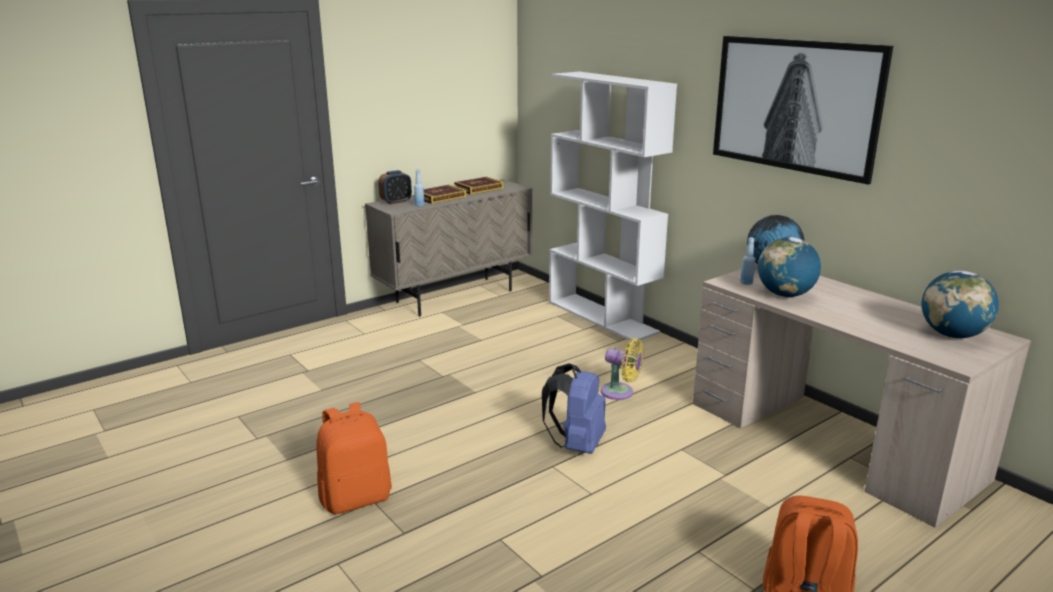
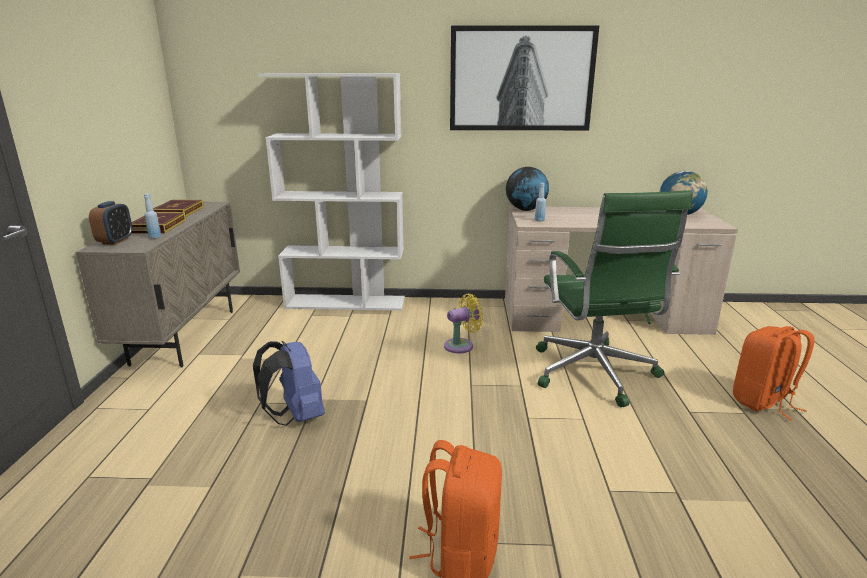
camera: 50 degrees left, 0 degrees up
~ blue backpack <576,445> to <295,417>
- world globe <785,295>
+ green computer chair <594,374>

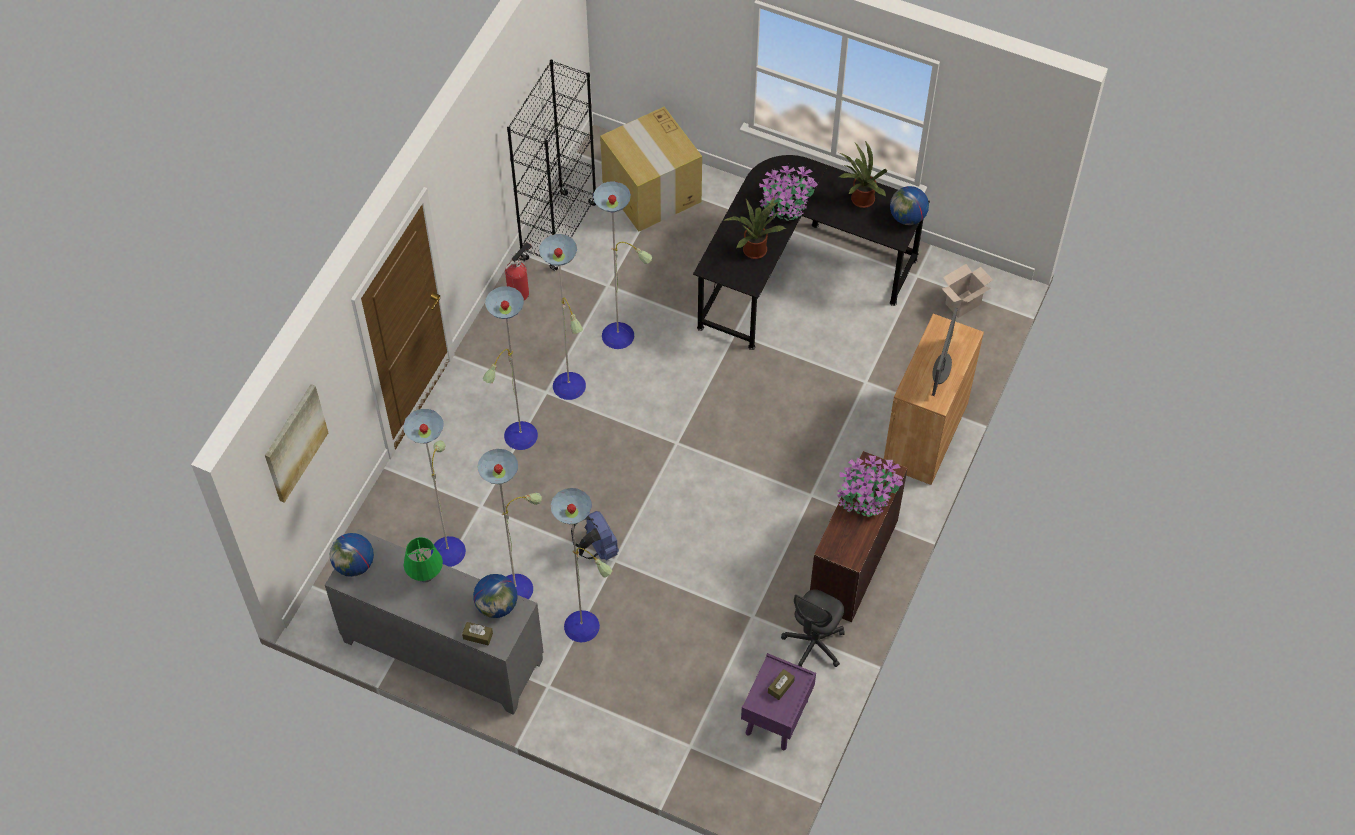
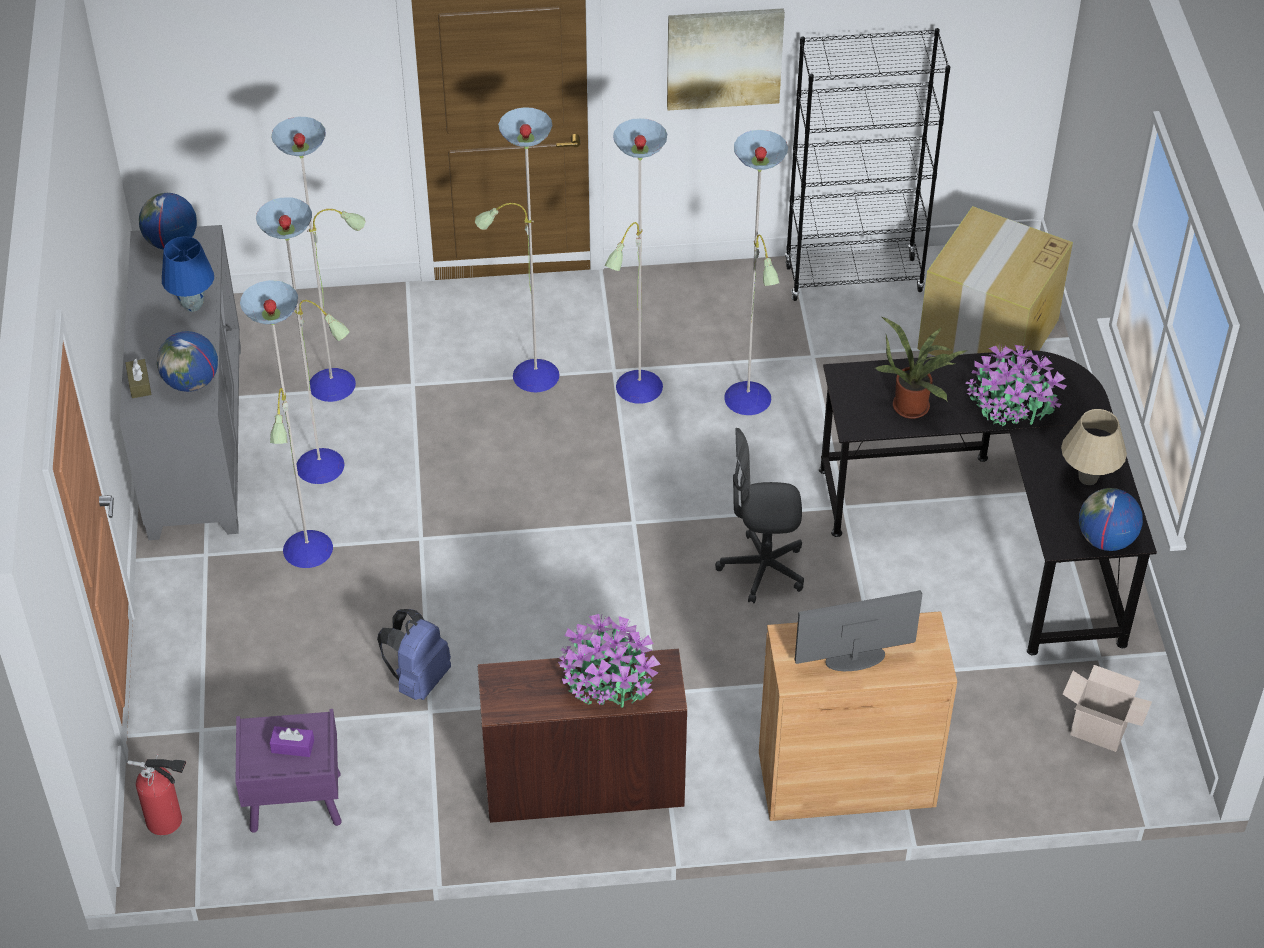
camera: 60 degrees right, 10 degrees down
~ picture <294,442> to <724,57>
~ green lamp for a table <426,576> to blue lamp for a table <193,306>
~ fire extinguisher <520,292> to <168,821>
~ blue backpack <597,548> to <418,679>
~ brownish tissue box <781,687> to purple tissue box <292,746>
~ greyish computer chair <814,644> to <762,569>
~ houseplant <860,200> to beige lamp for a table <1088,478>

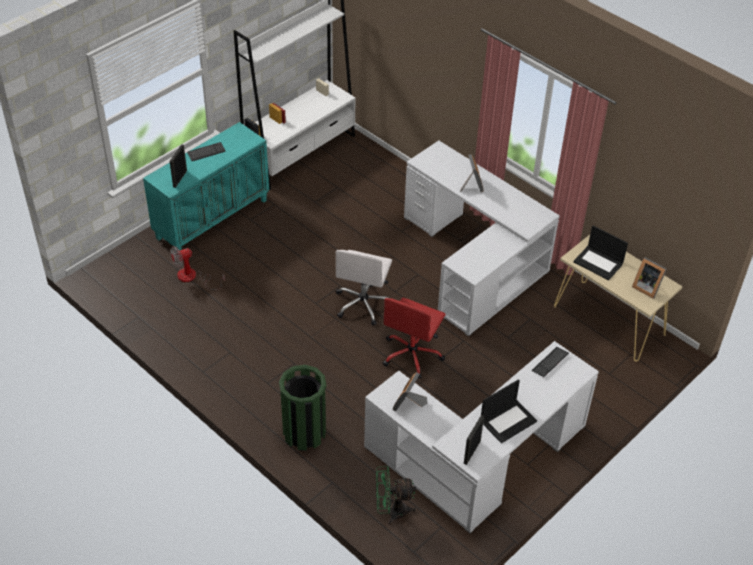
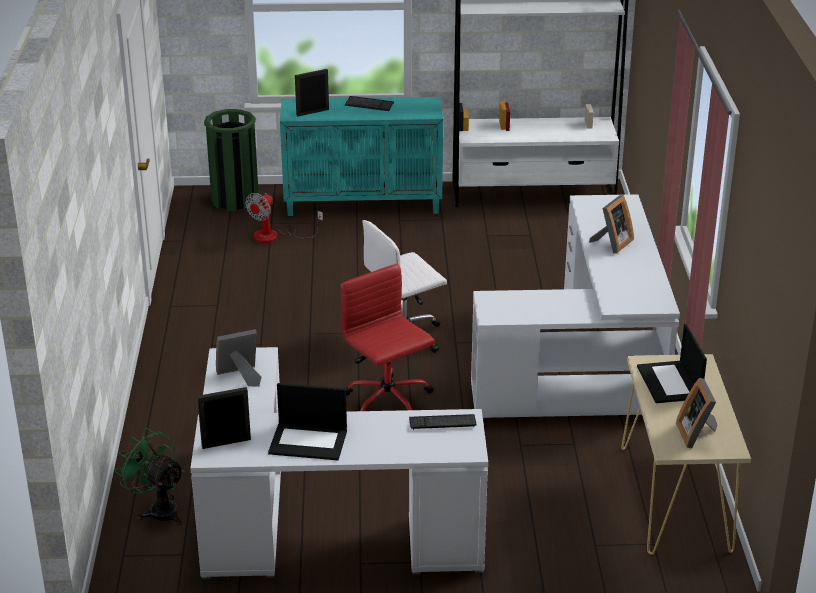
camera: 45 degrees right, 15 degrees down
~ electric fan <193,277> = <275,236> 75 degrees counterclockwise
~ green rubbish bin <304,433> to <235,200>
~ reddish computer chair <412,355> = <388,401> 75 degrees clockwise

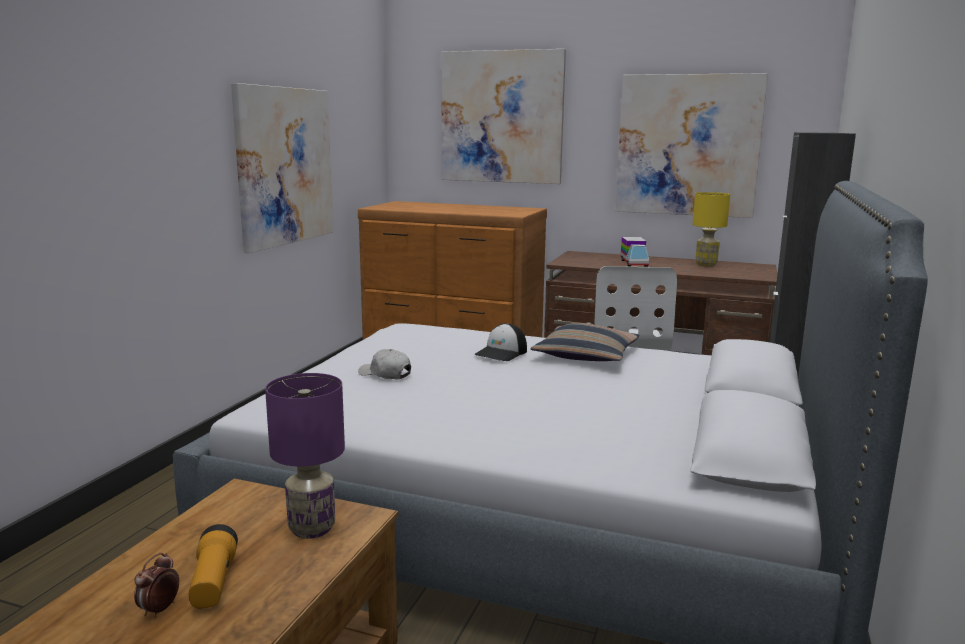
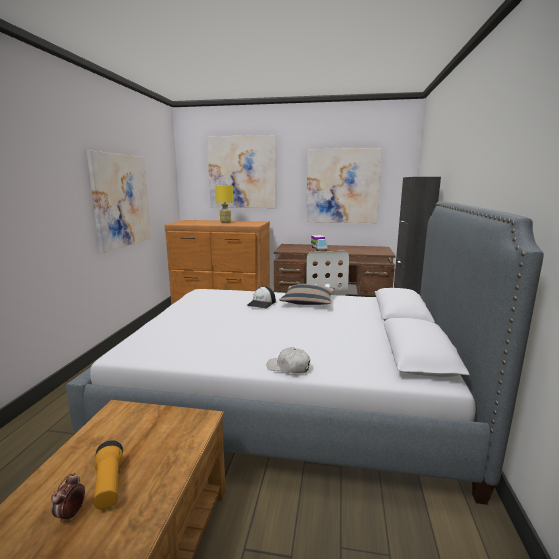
camera: 10 degrees left, 0 degrees up
- purple lamp for a table <312,528>
~ white cap <385,374> to <288,367>
~ yellowish lamp for a table <705,265> to <225,222>

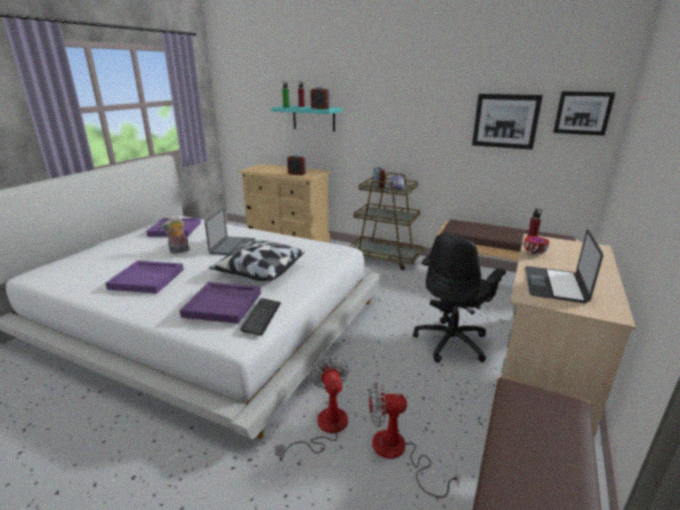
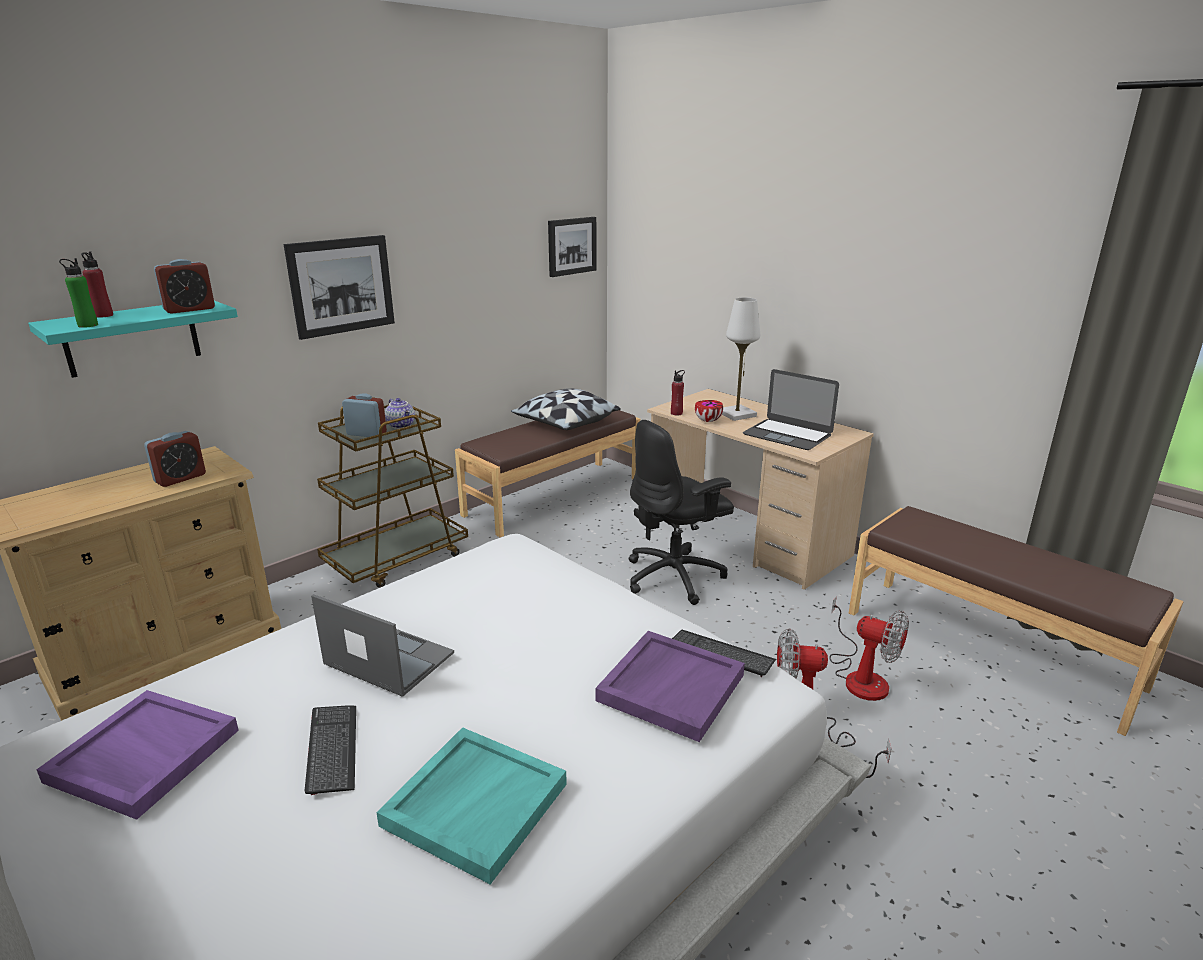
camera: 70 degrees left, 0 degrees up
~ purple carrying tray <148,279> to turquoise carrying tray <475,803>
~ cuddly toy <179,251> to PC keyboard <332,749>
~ throw pillow <259,271> to <565,424>
~ electric fan <398,453> = <860,676> 75 degrees counterclockwise
~ blackish computer chair <452,342> = <675,577> 90 degrees clockwise
~ picture <505,121> to <341,286>
+ white lamp for a table <737,414>

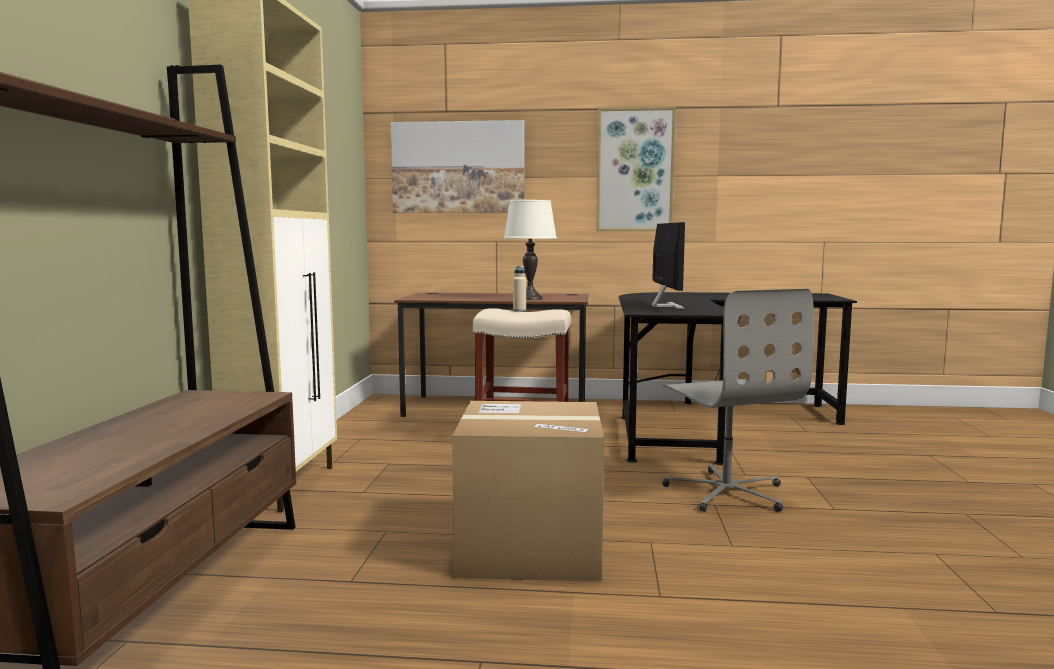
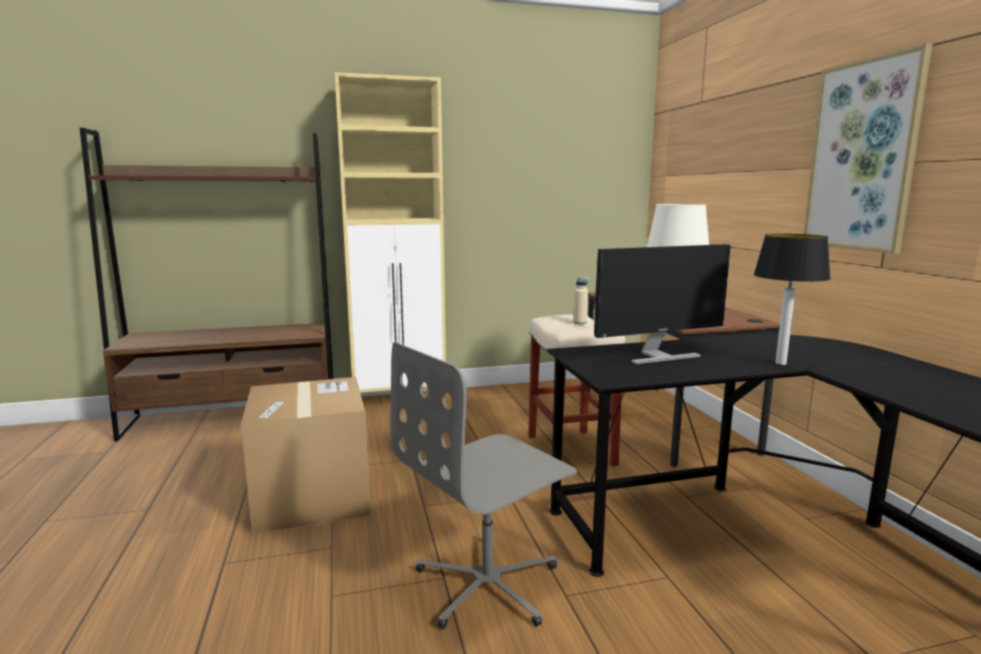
camera: 70 degrees right, 5 degrees up
- picture <458,167>
+ lamp for a table <780,363>

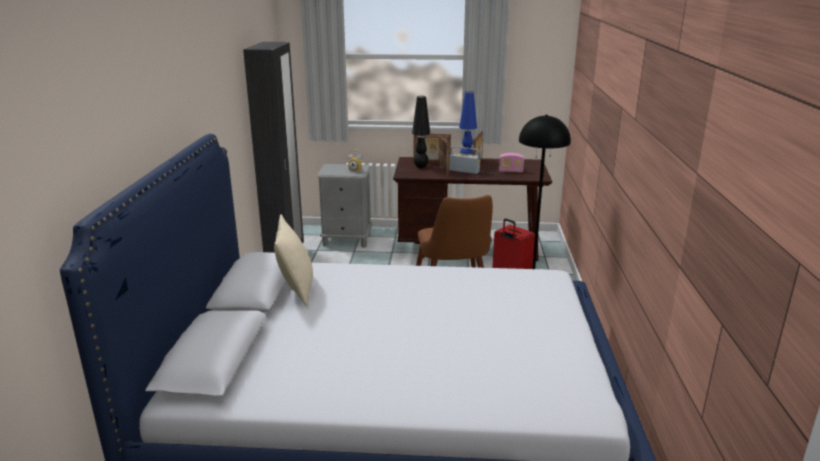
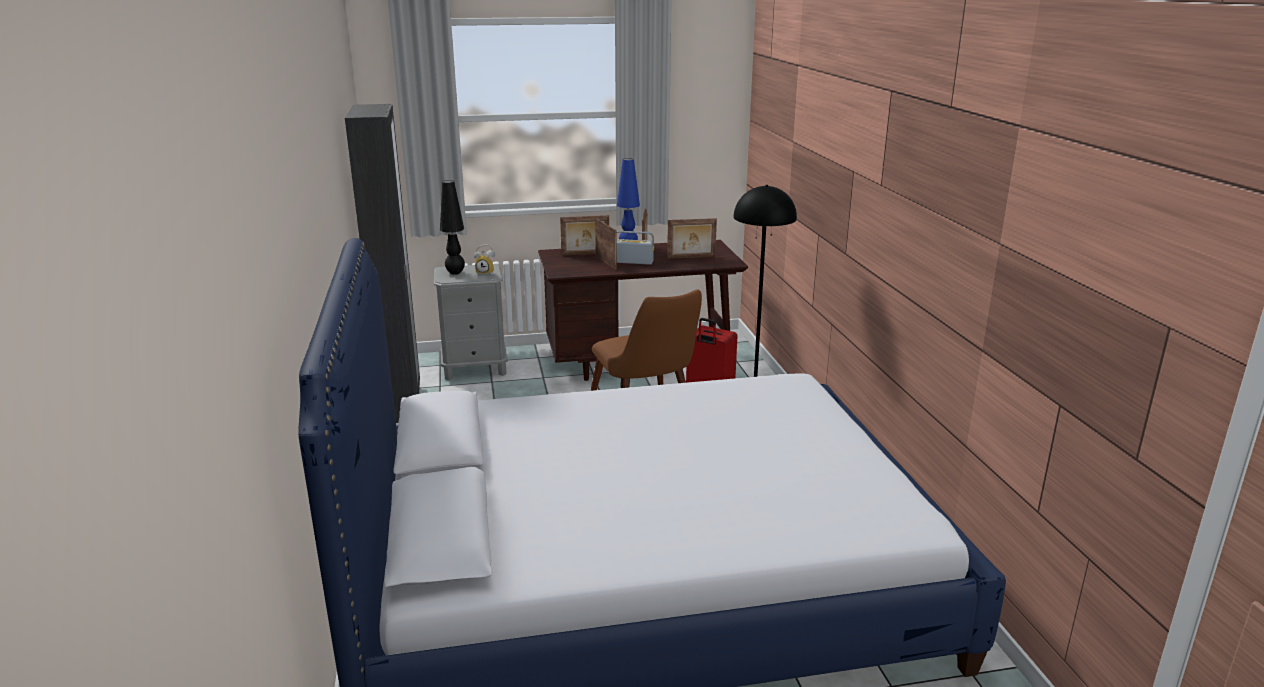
camera: 15 degrees left, 0 degrees up
- beige throw pillow <296,289>
~ blackish lamp for a table <420,167> to <455,273>
~ radio set <511,171> to standing frame <691,257>

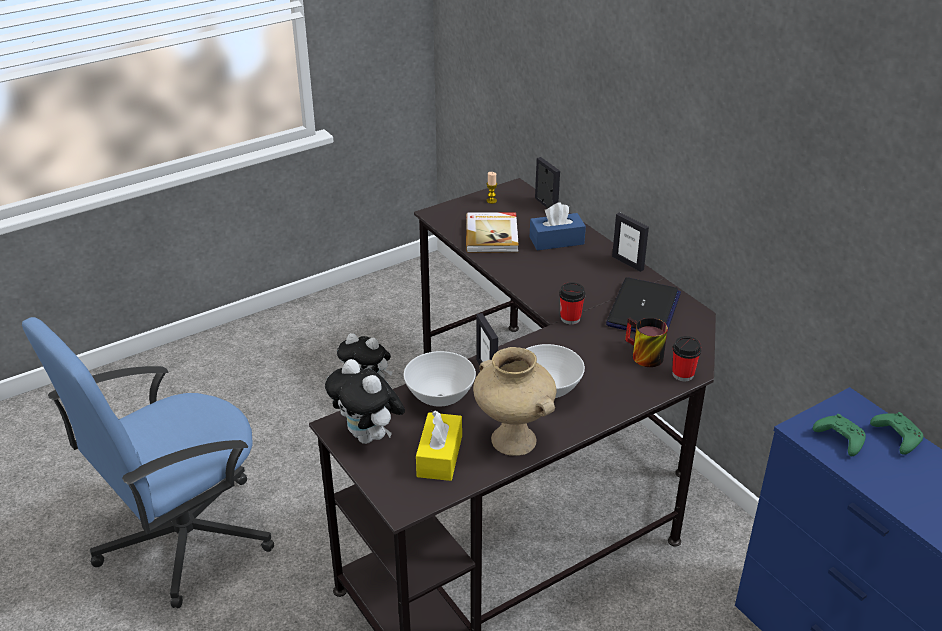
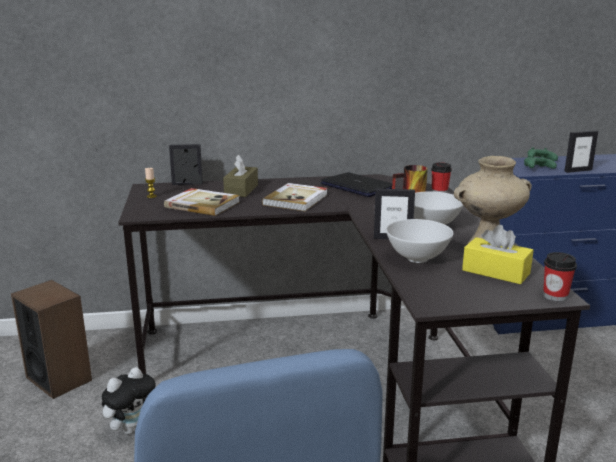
camera: 65 degrees left, 15 degrees down
- cuddly toy <369,437>
~ blue tissue box <556,240> to brownish tissue box <241,190>
~ drinking cup <570,318> to <555,296>
~ standing frame <628,263> to <578,170>
+ speaker <59,378>
+ book <296,199>

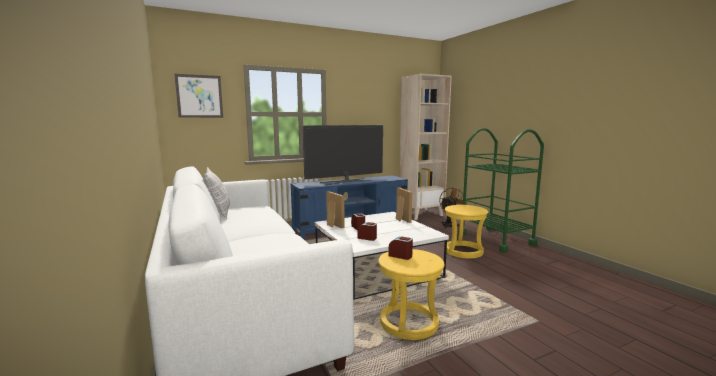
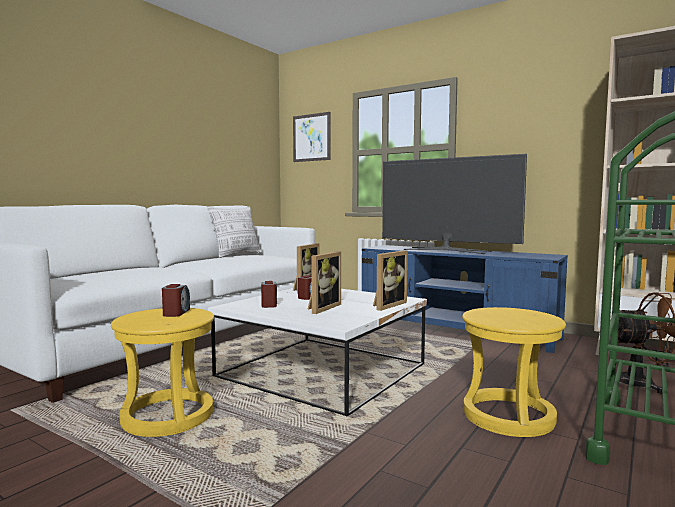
camera: 60 degrees right, 5 degrees down
+ standing frame <322,308>

